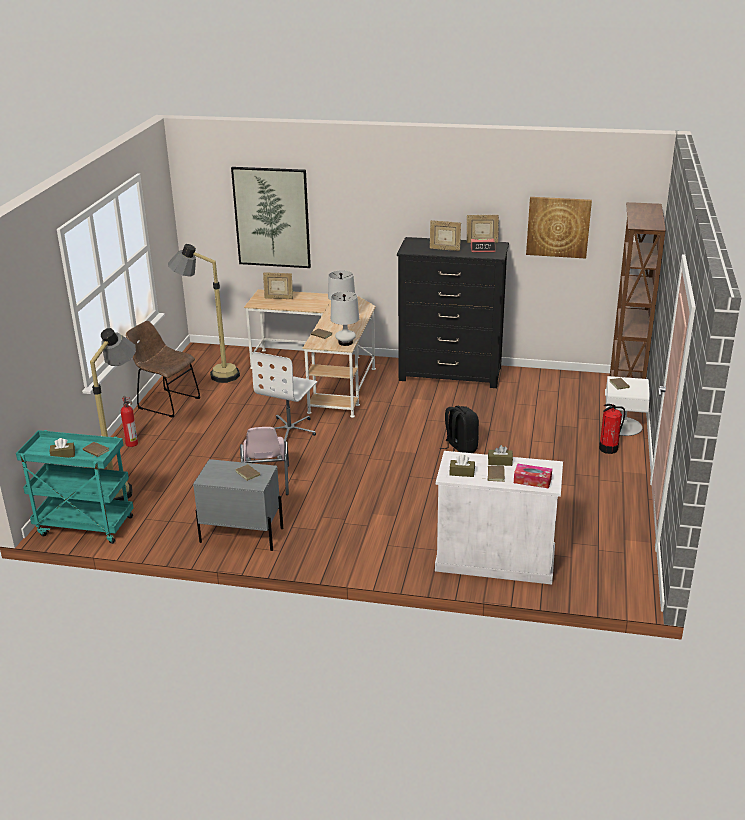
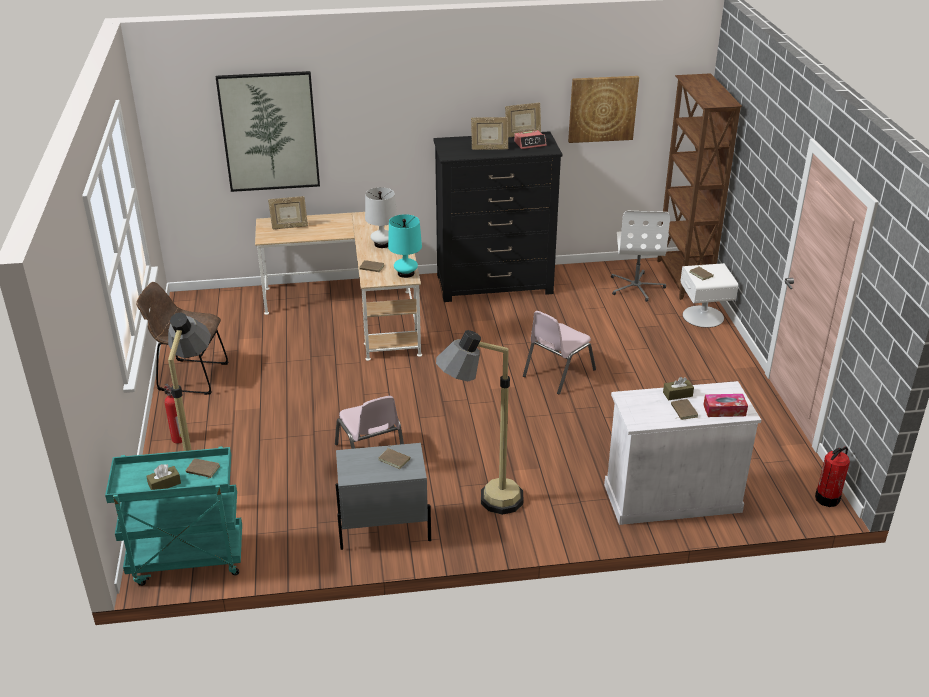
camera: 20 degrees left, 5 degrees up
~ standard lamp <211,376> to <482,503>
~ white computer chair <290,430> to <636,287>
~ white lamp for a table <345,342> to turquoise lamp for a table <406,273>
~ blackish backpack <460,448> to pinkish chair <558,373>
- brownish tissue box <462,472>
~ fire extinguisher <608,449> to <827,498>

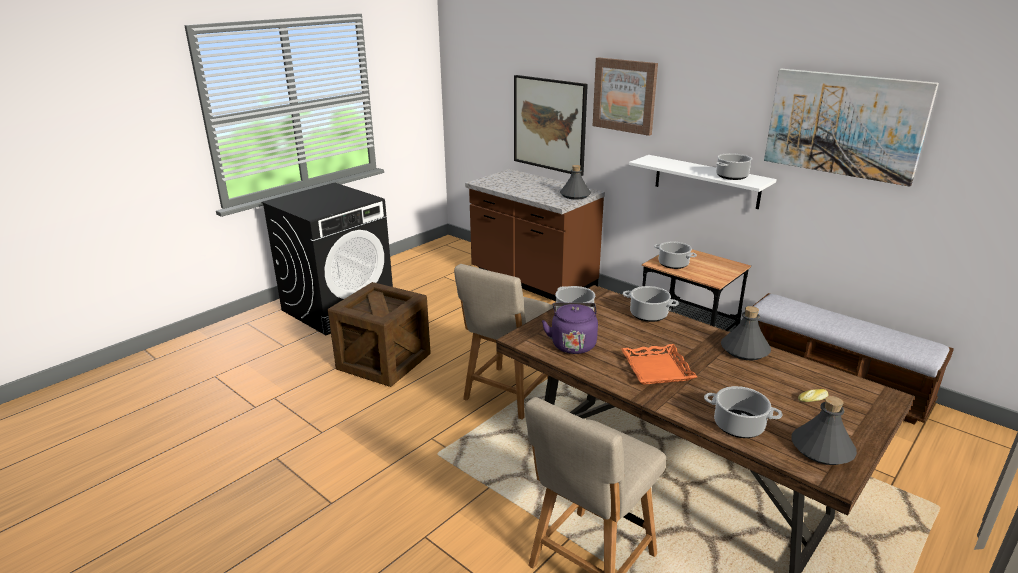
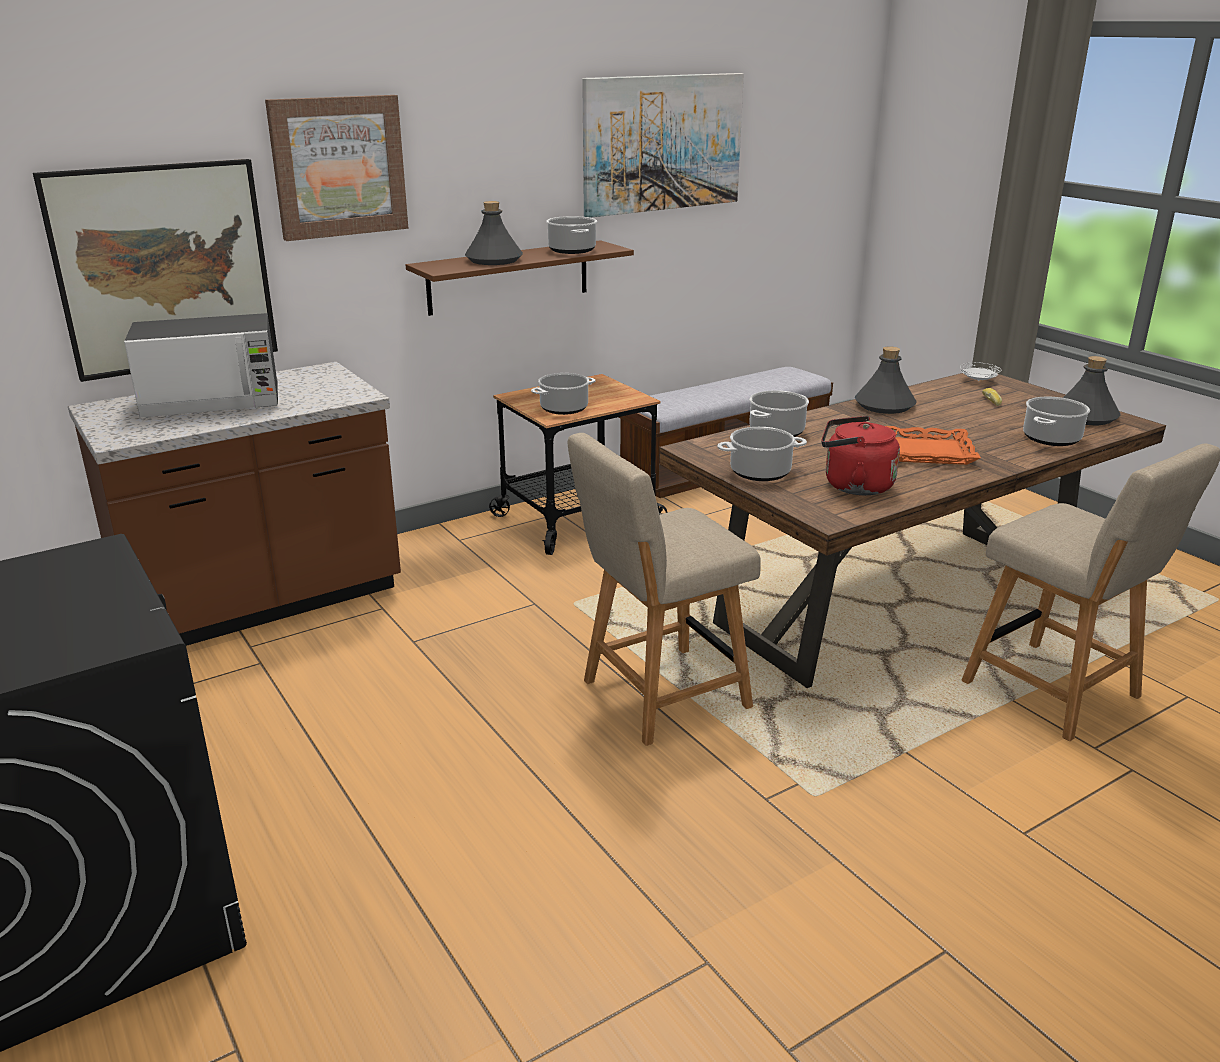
camera: 75 degrees left, 0 degrees up
- crate <384,362>
~ beige chair <507,395> = <659,697> 105 degrees clockwise
~ purple water kettle <572,344> to reddish water kettle <853,486>
~ greyish bottle <575,195> to <493,260>
~ white bracket shelf <706,181> to brownish bracket shelf <509,277>
+ kitchen microwave <213,402>
+ white plate <978,381>

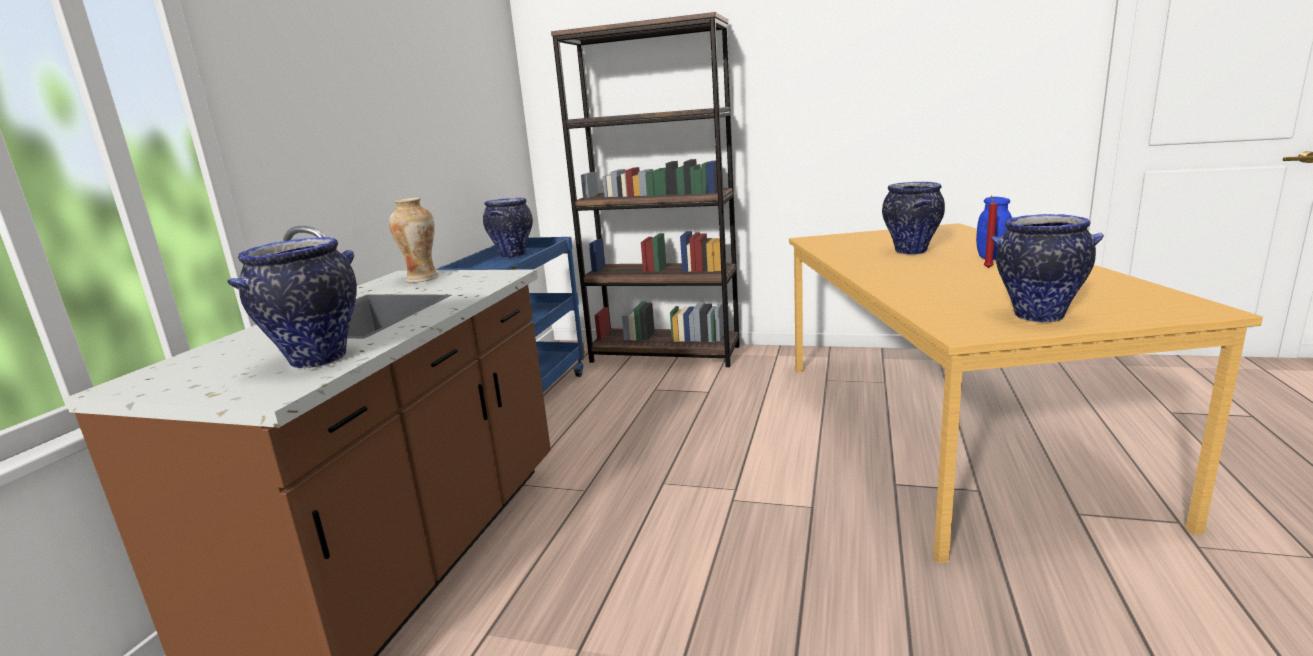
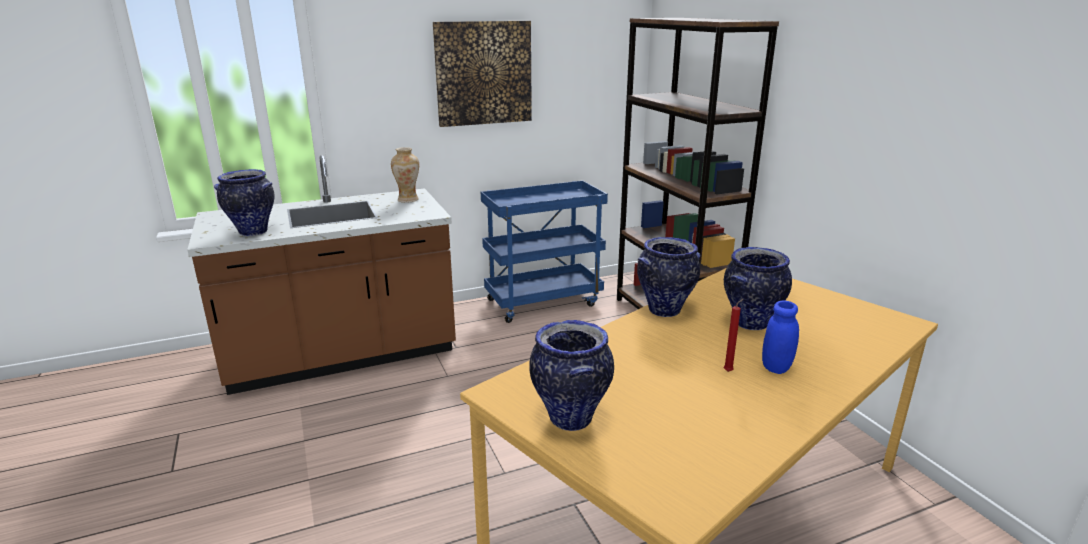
camera: 50 degrees right, 5 degrees up
~ decorative vase <513,255> to <665,310>
+ picture <483,73>

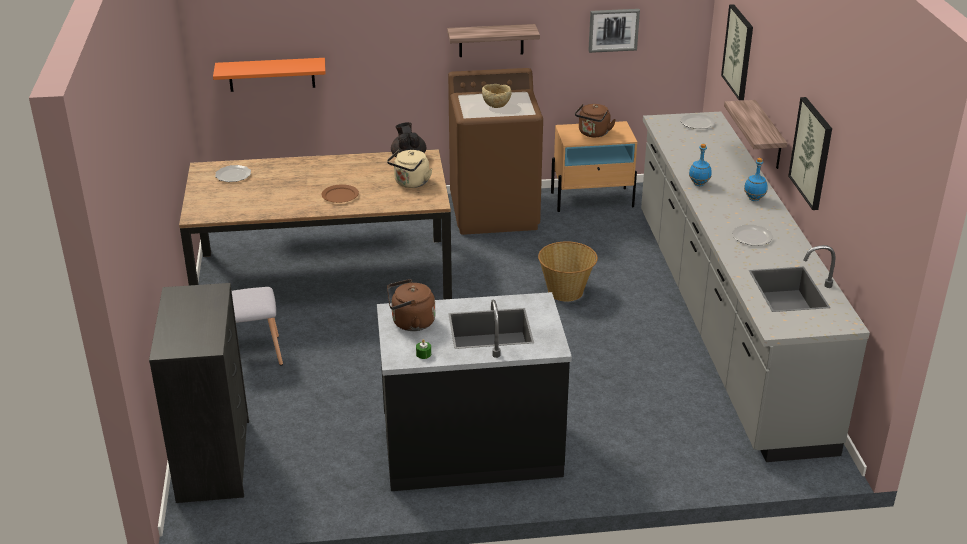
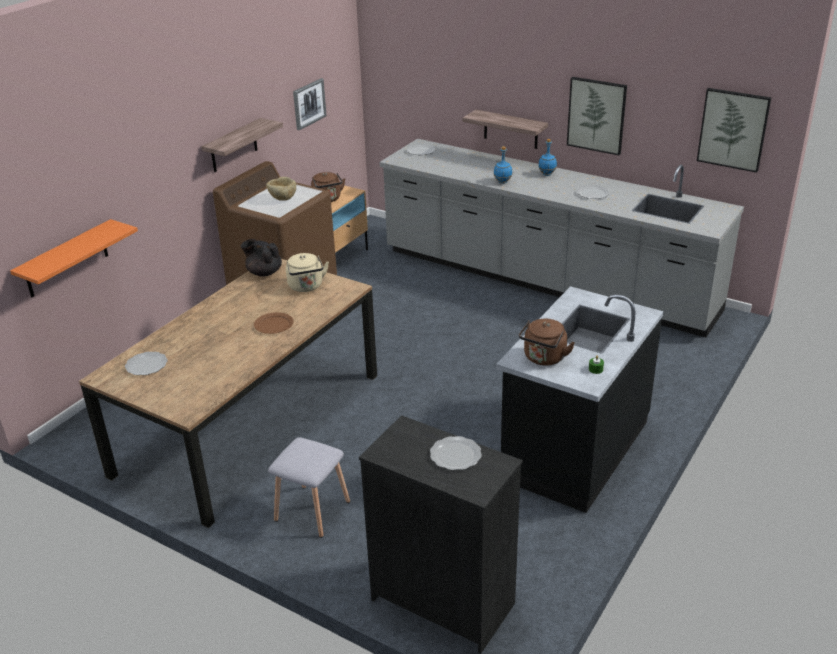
camera: 50 degrees left, 0 degrees up
- household basket <566,291>
~ picture <739,52> to <733,129>
+ plate <456,455>

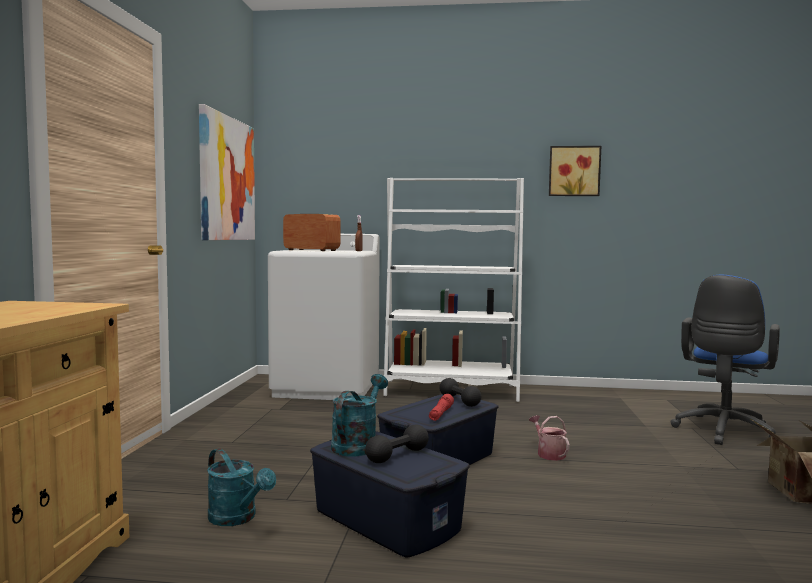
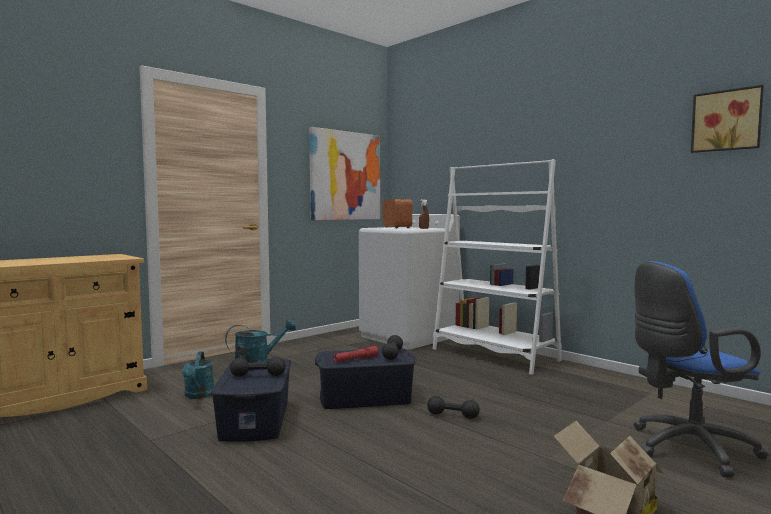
camera: 40 degrees right, 0 degrees up
~ watering pot <549,453> to blackish free weight <452,416>
~ picture <574,171> to <726,120>

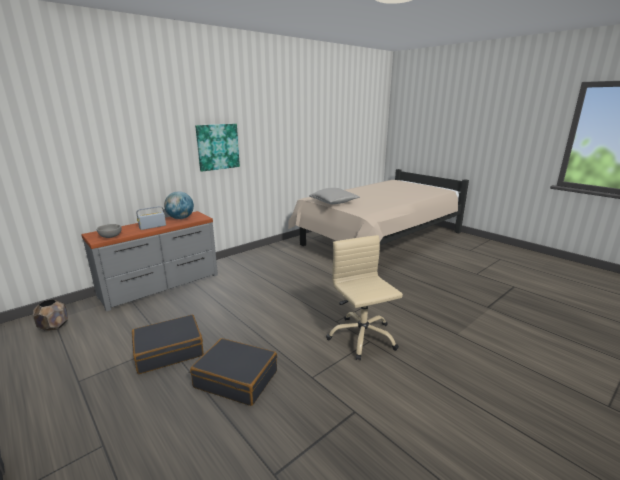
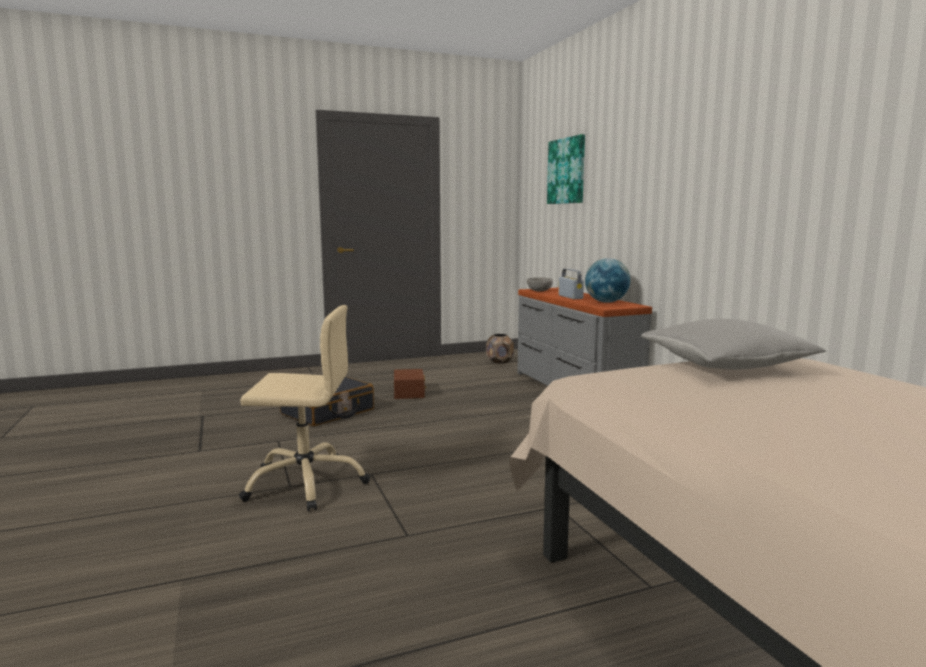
camera: 110 degrees right, 10 degrees down
~ blackish suitcase <169,351> to brownish storage bin <410,392>
~ picture <217,147> to <567,171>

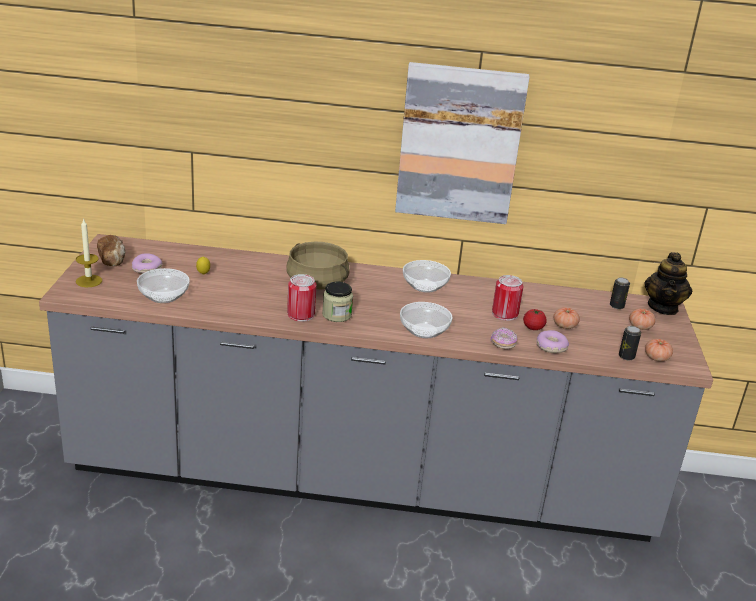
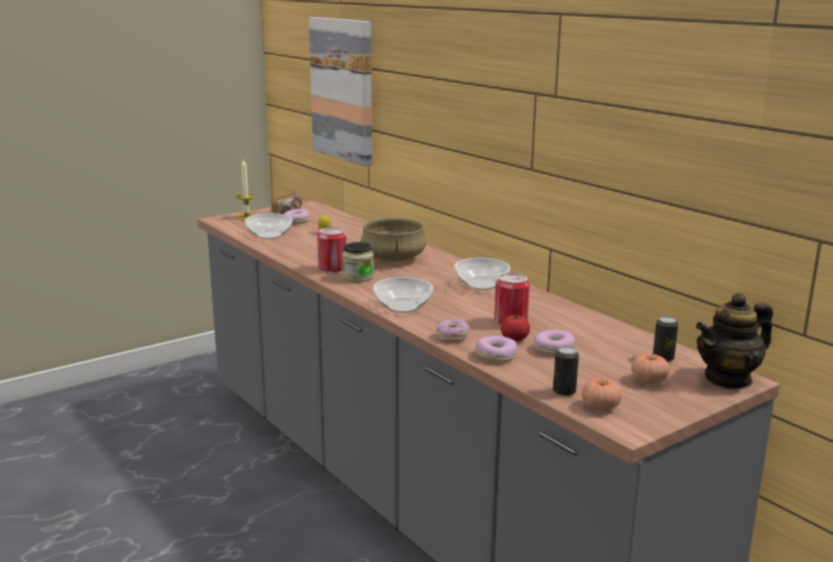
camera: 50 degrees right, 10 degrees down
~ picture <459,144> to <343,90>
~ whole tomato <564,326> to donut <554,349>

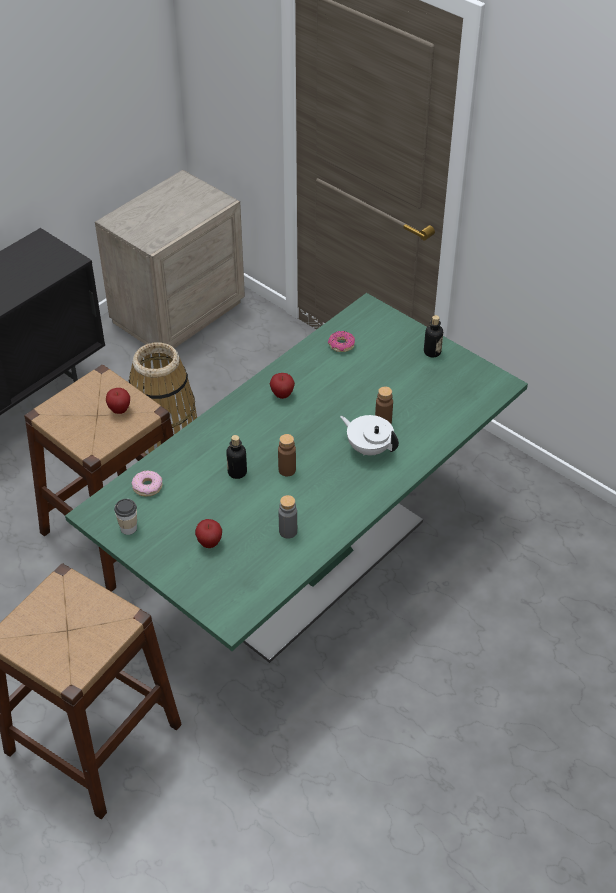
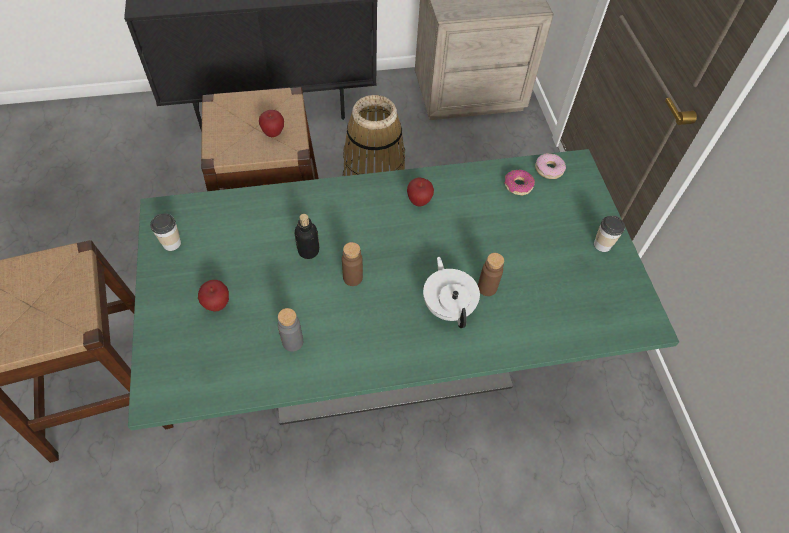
camera: 35 degrees right, 10 degrees up
~ donut <147,487> to <549,169>
~ bottle <432,352> to drinking cup <602,245>

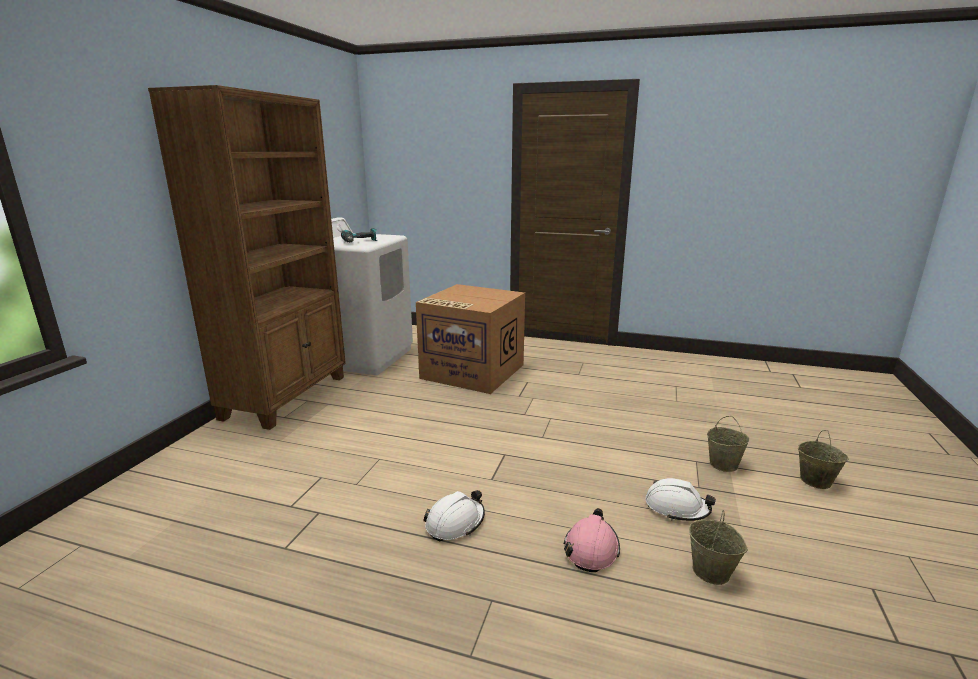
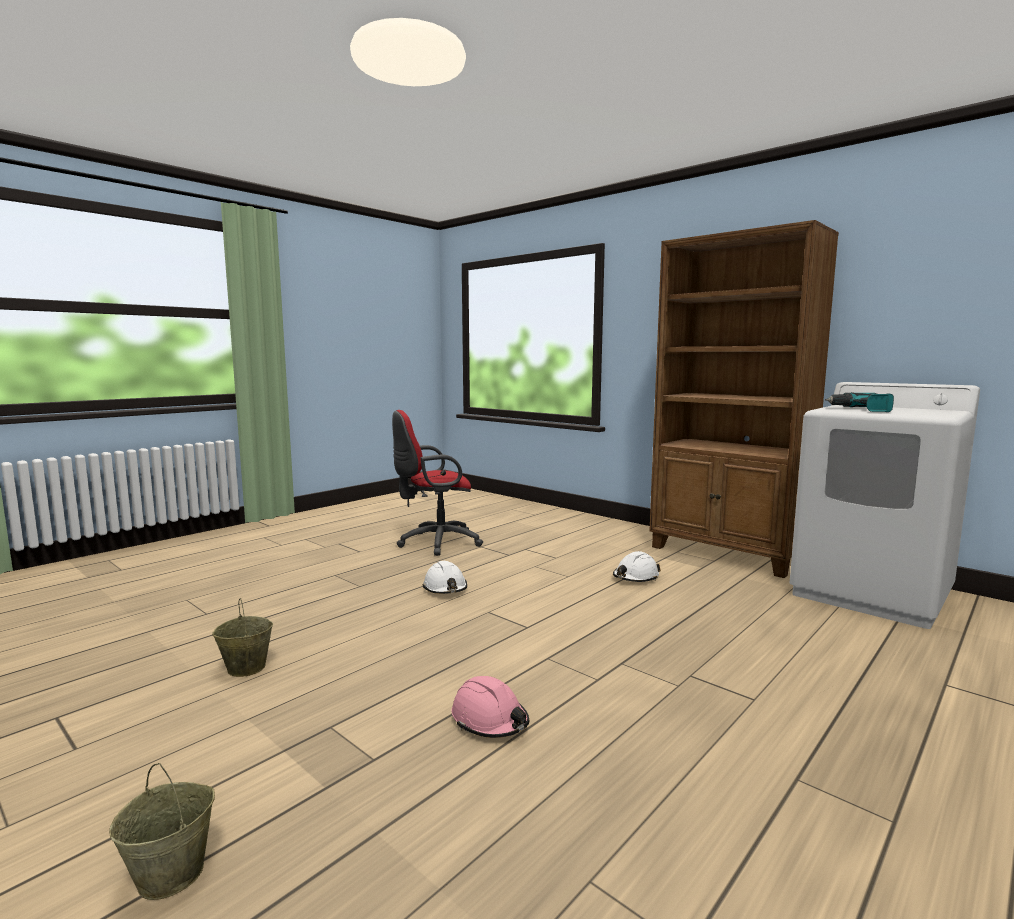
camera: 115 degrees right, 10 degrees down
- packing box <471,371>
~ pinkish safety helmet <591,548> to <490,720>
~ white safety helmet <676,508> to <635,577>
- beige water bucket <724,464>
+ reddish computer chair <435,543>

